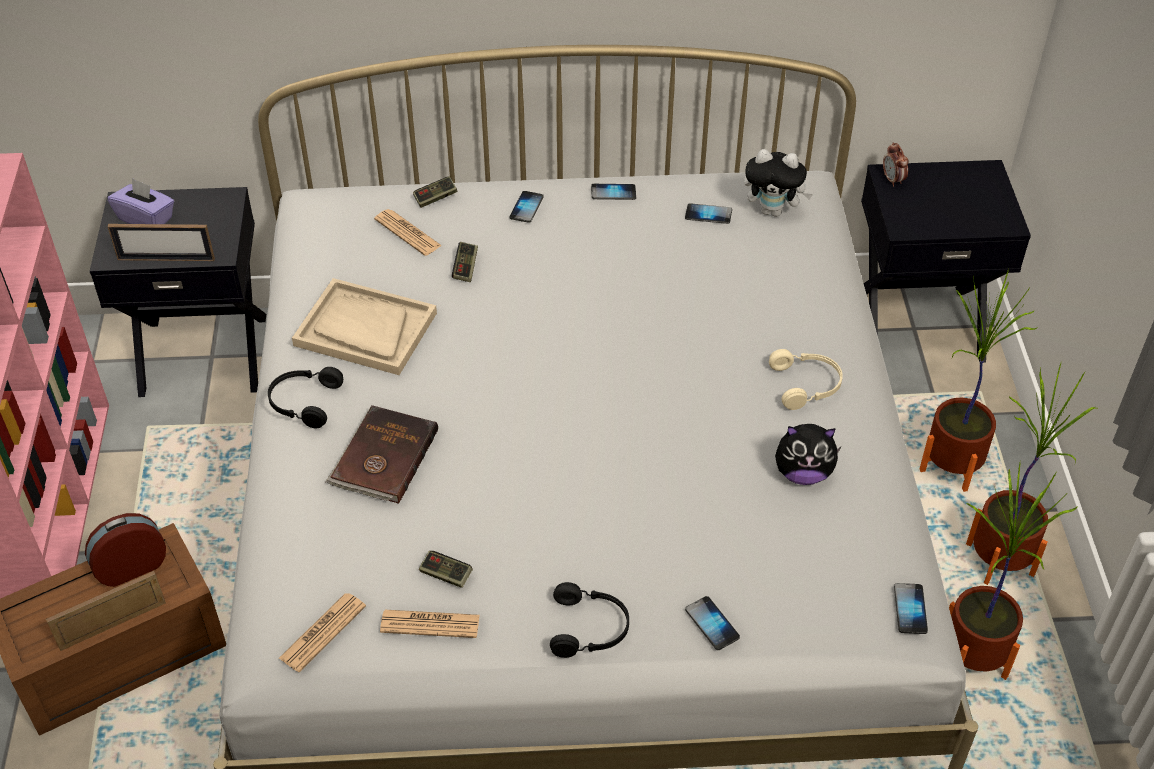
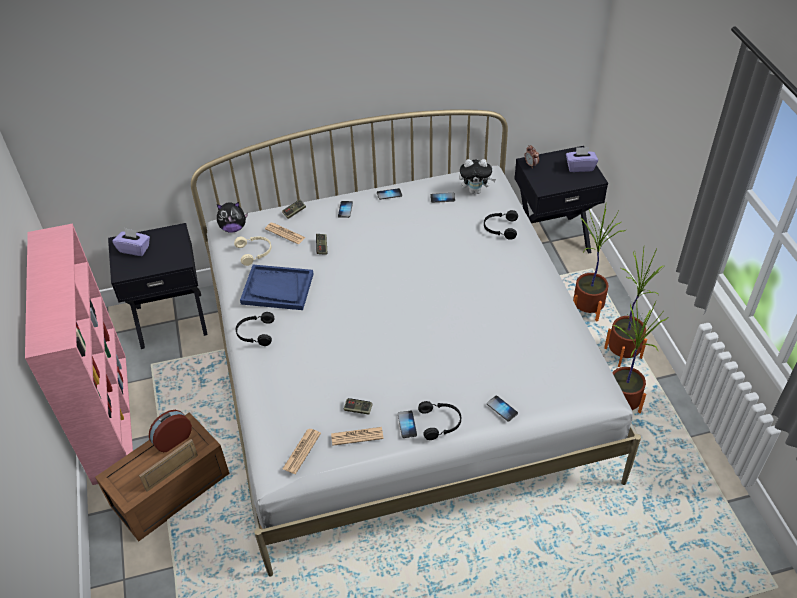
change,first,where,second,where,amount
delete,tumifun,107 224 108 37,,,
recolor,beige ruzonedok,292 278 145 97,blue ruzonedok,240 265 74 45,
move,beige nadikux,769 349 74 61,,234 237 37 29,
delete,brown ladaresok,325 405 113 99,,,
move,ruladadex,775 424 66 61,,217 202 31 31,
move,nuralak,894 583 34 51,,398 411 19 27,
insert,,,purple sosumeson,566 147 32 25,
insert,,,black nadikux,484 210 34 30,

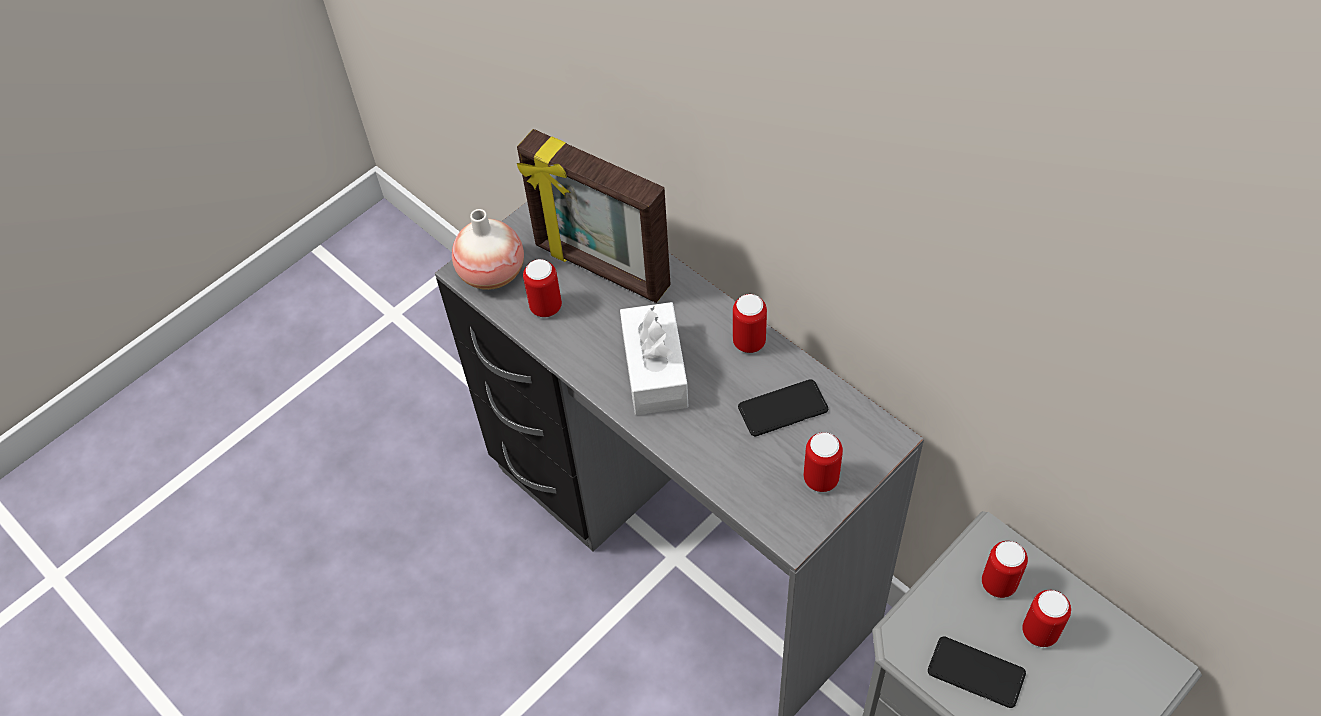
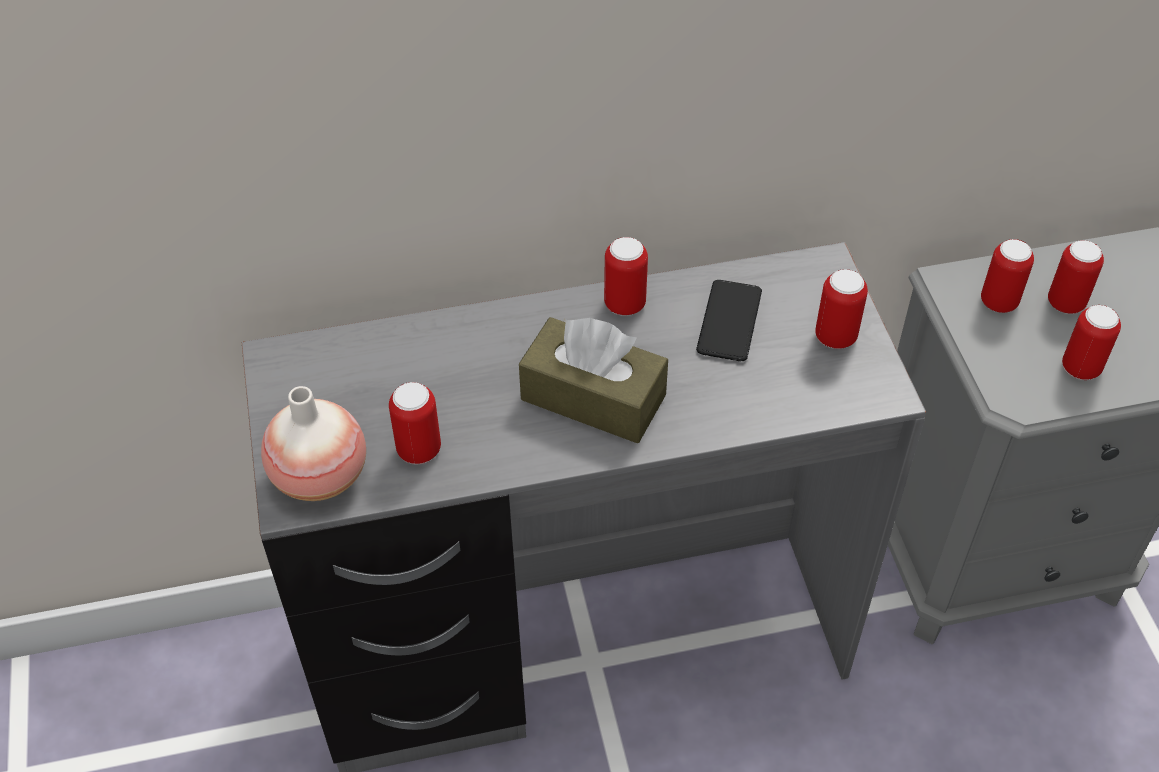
change,first,where,second,where,amount
delete,tumifun,517 129 153 174,,,
recolor,white sosumeson,620 302 69 113,brown sosumeson,519 317 149 126,
replace,nuralak,928 636 98 72,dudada,1062 305 59 75,

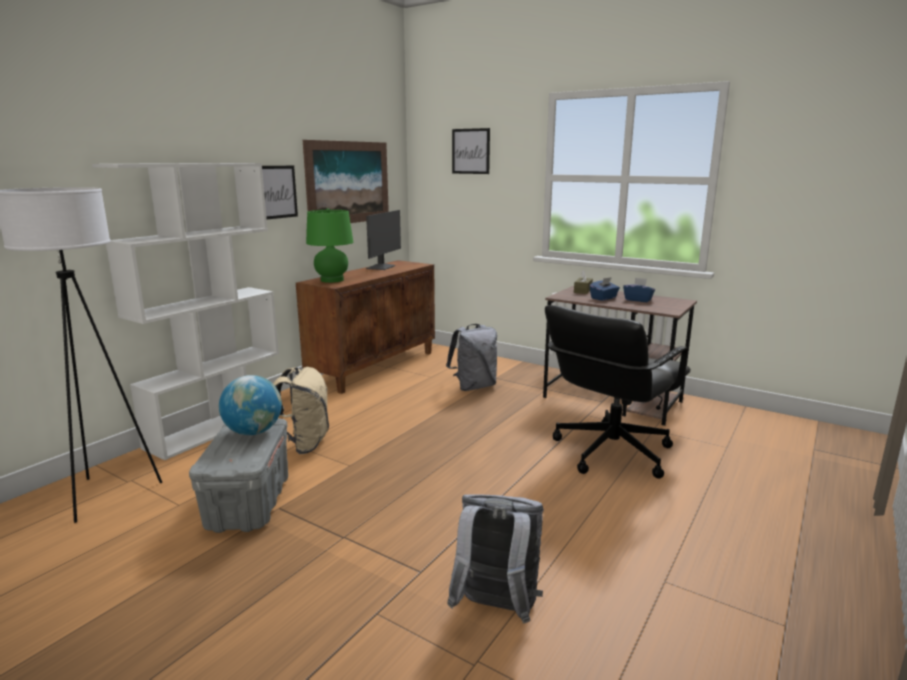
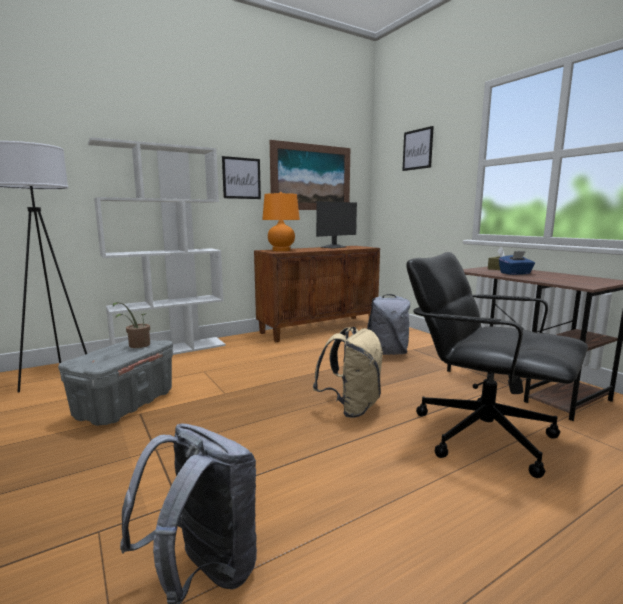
change,first,where,second,where,amount
recolor,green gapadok,306 208 47 75,orange gapadok,262 192 38 59,
delete,blue sosumeson,623 278 32 24,,,
rotate,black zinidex,545 305 146 174,,406 252 182 226,60 degrees clockwise
move,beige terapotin,273 367 56 87,,313 327 70 91,
replace,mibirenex,219 375 63 60,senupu,113 302 37 46,

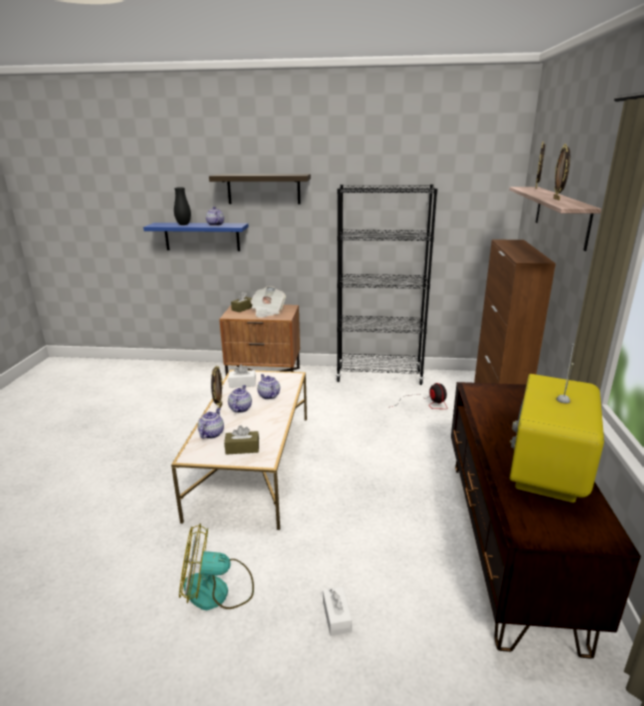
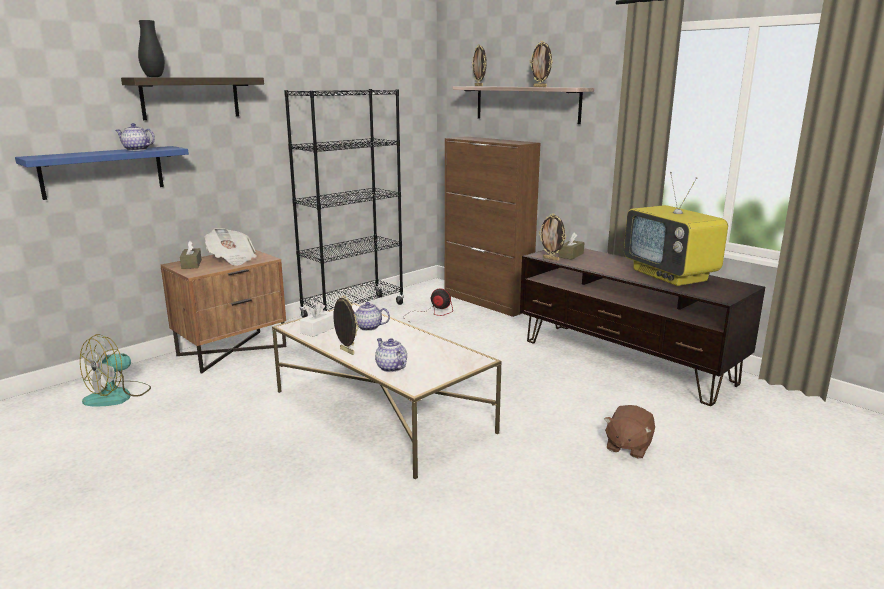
change,first,where,second,where,amount
move,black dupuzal,174 187 17 38,,138 20 27 57,
delete,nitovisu,228 385 24 28,,,
move,brown sosumeson,224 425 35 30,,559 233 25 27,
move,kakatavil,179 523 75 87,,80 334 71 72,
replace,white sosumeson,323 587 29 49,brown ruladadex,604 405 51 54,
insert,,,tumifun,539 213 27 48,

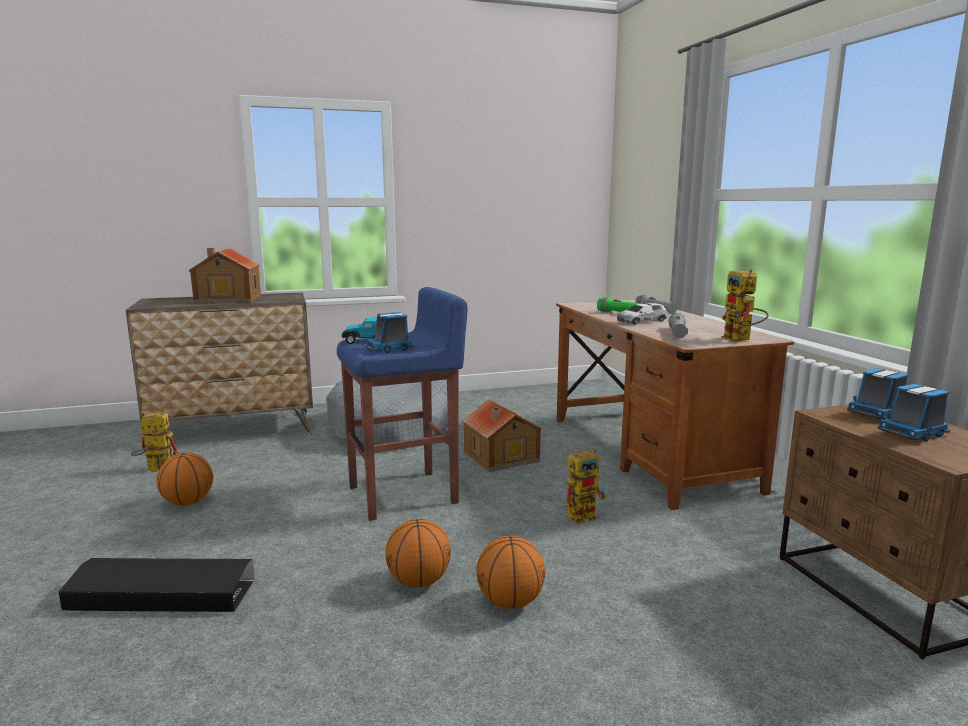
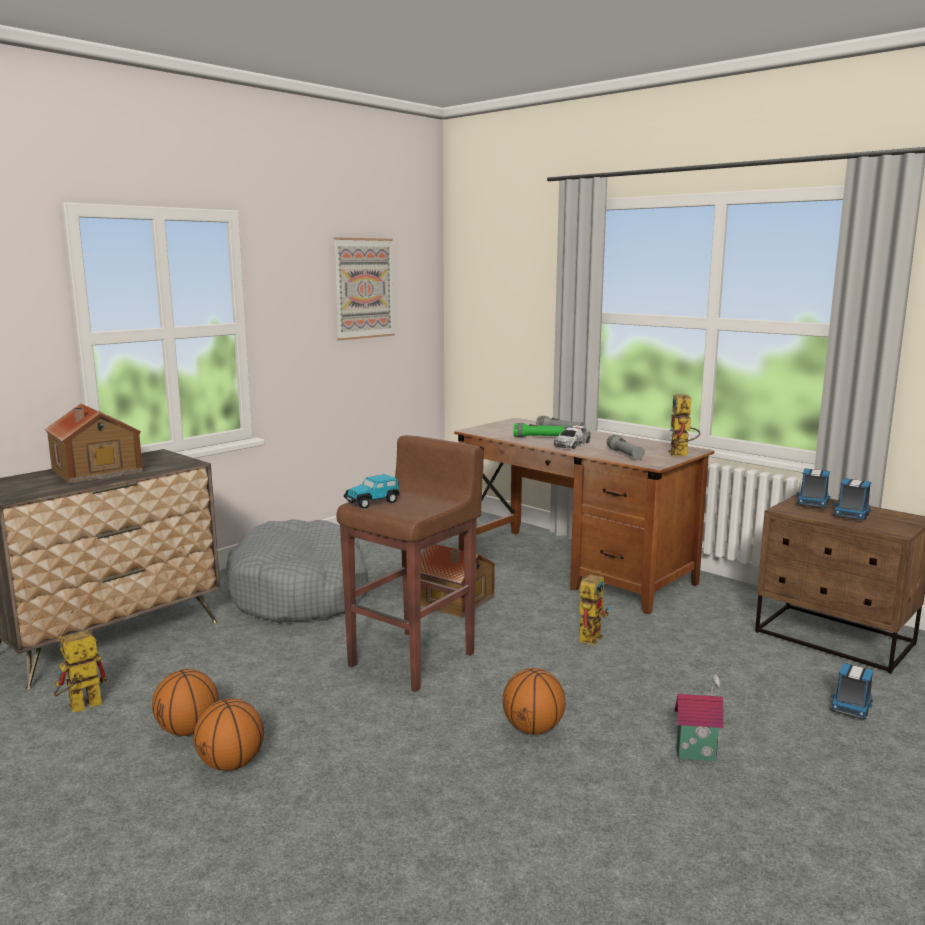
change,first,where,second,where,amount
rotate,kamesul,721 269 48 73,,668 394 32 62,45 degrees clockwise
recolor,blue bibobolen,337 287 130 234,brown bibobolen,336 435 148 257,
move,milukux,365 312 49 41,,830 663 44 56,
move,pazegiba,476 536 69 73,,194 698 70 73,
delete,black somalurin,59 558 196 54,,,
insert,,,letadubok,334 237 61 103,
insert,,,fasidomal,674 673 50 88,

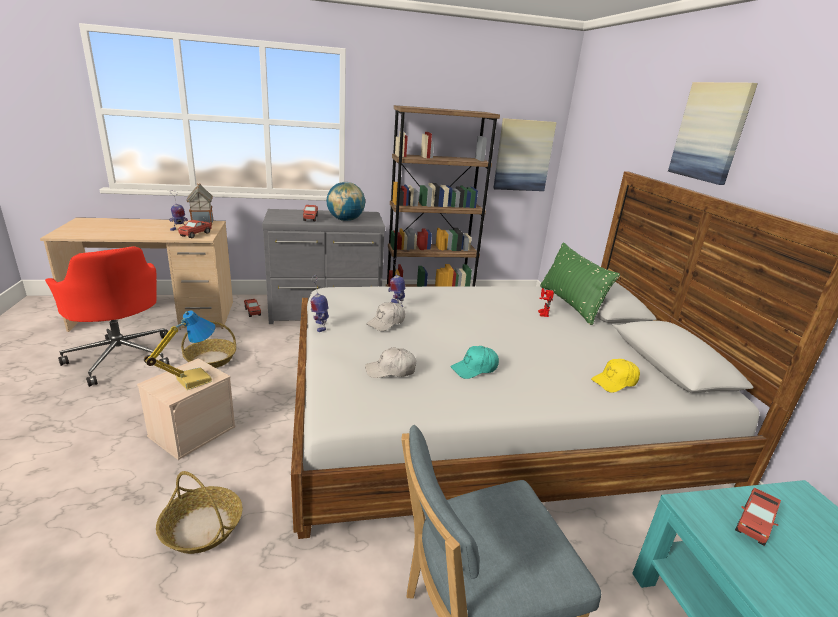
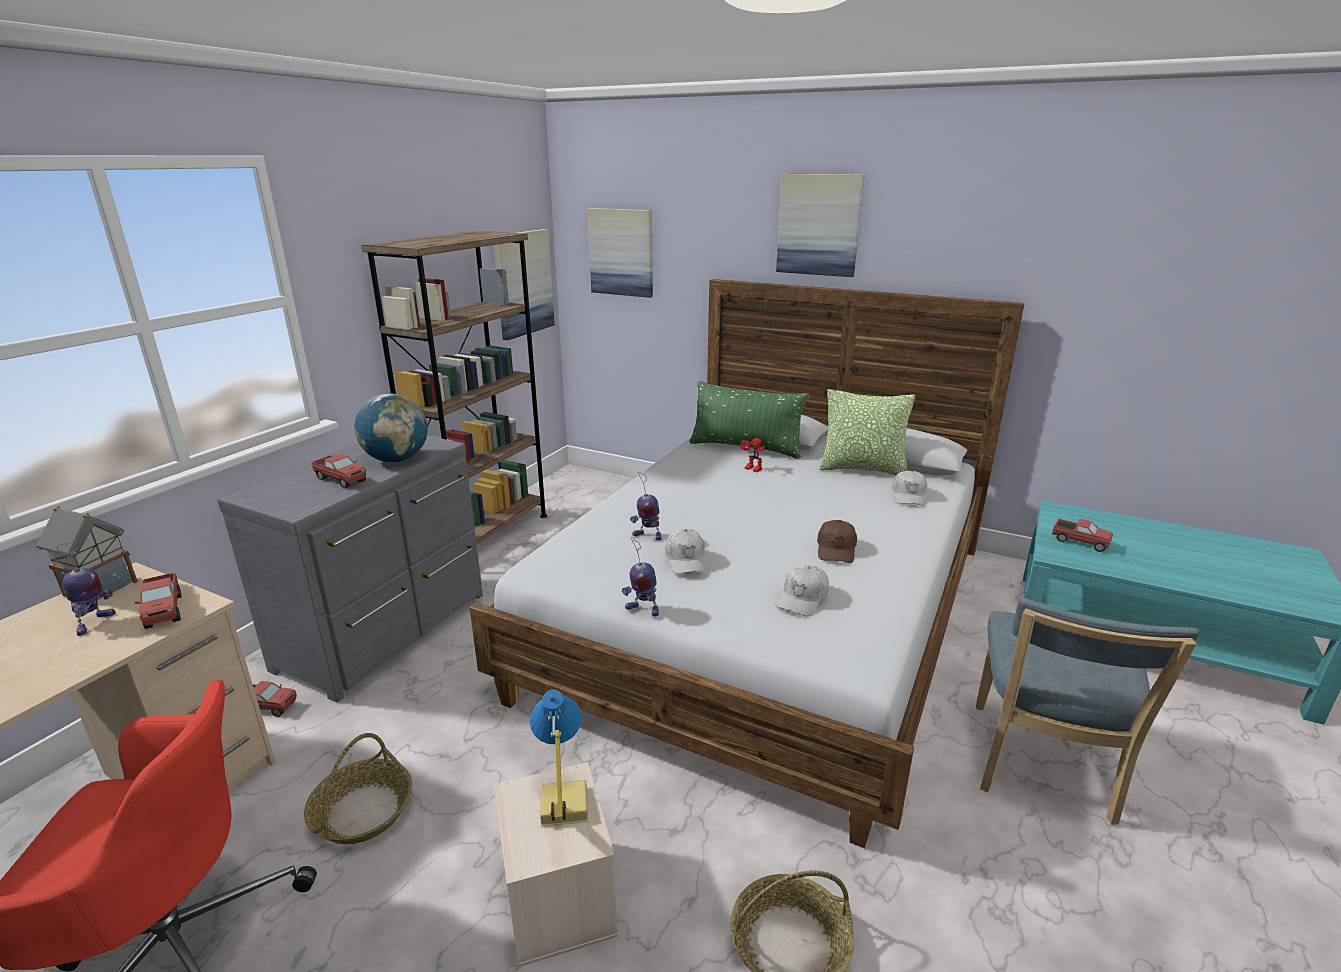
change,first,where,second,where,amount
recolor,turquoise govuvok,451 346 48 33,brown govuvok,817 520 40 43,
recolor,yellow govuvok,591 359 49 34,white govuvok,892 470 35 36,
rotate,milukux,735 487 46 59,,1052 518 61 34,45 degrees counterclockwise
insert,,,letadubok,588 208 65 90,
insert,,,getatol,819 389 96 86,

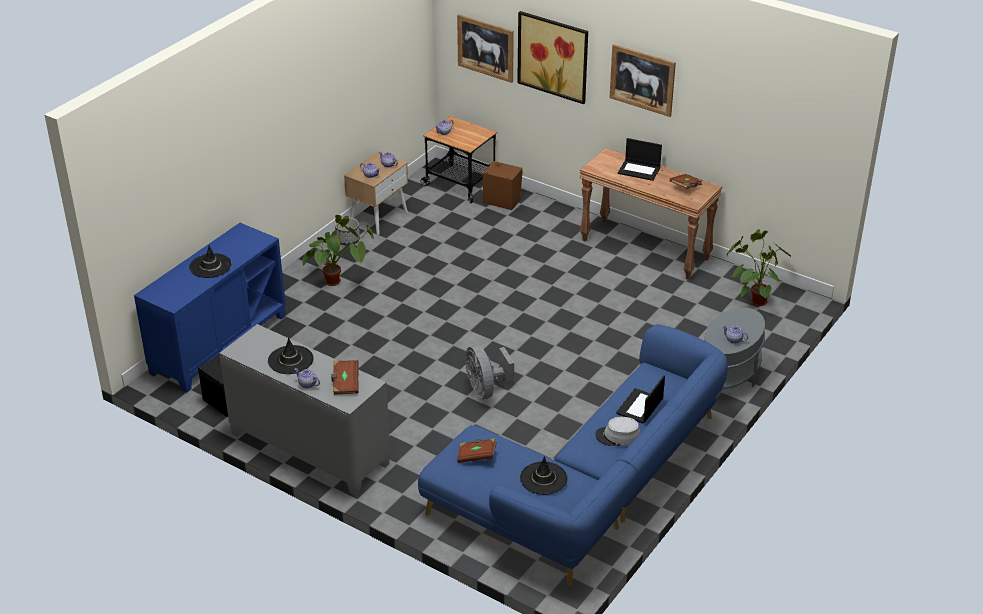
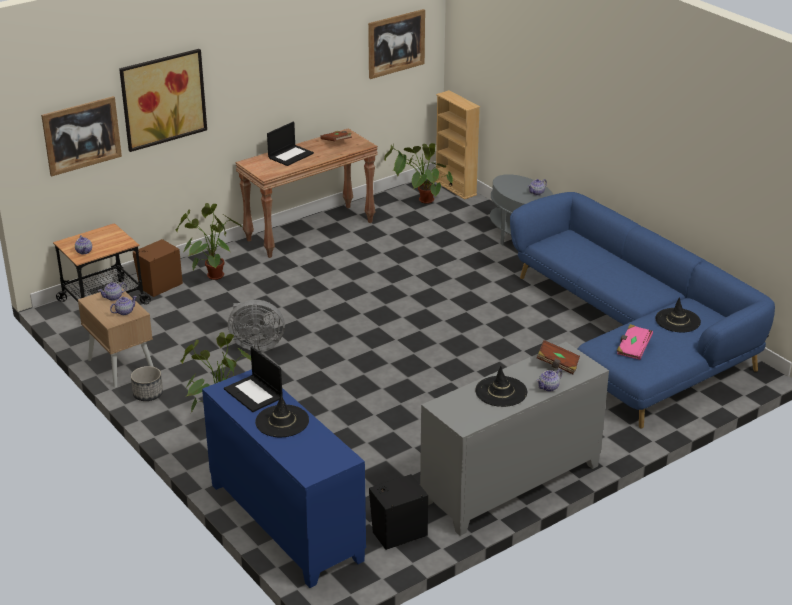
change,first,where,second,where,amount
move,letadubok,610 44 66 73,,368 9 57 70,
move,grey kakatavil,465 345 49 54,,228 300 57 51,
move,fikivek,616 375 49 48,,224 347 59 65,
delete,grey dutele,595 417 45 29,,,
recolor,brown ladaresok,457 438 40 25,pink ladaresok,617 324 36 36,
insert,,,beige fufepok,436 90 44 110,
insert,,,senupu,176 203 66 77,

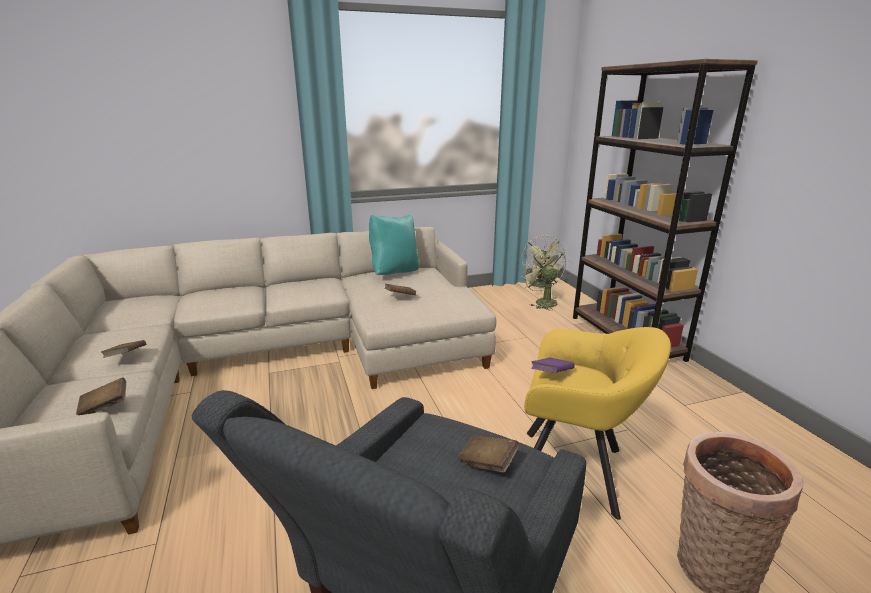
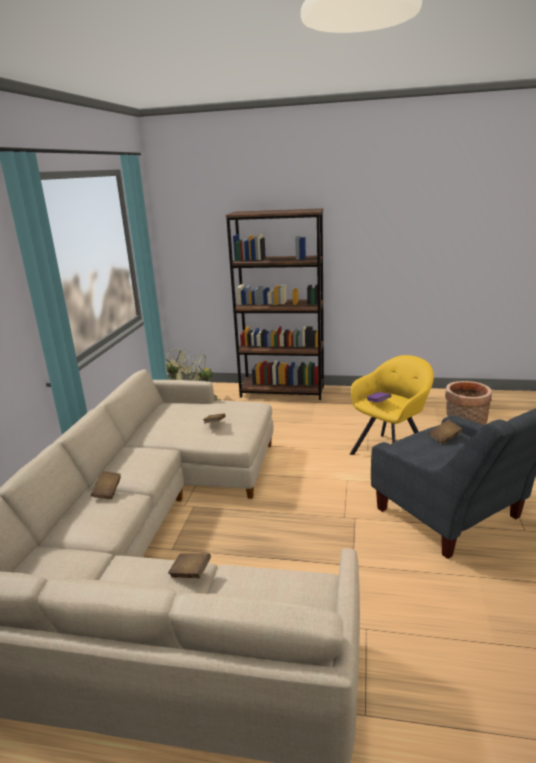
change,first,where,second,where,amount
delete,turquoise getatol,369 214 50 61,,,
move,brown ladaresok,76 377 50 38,,91 471 30 28,

